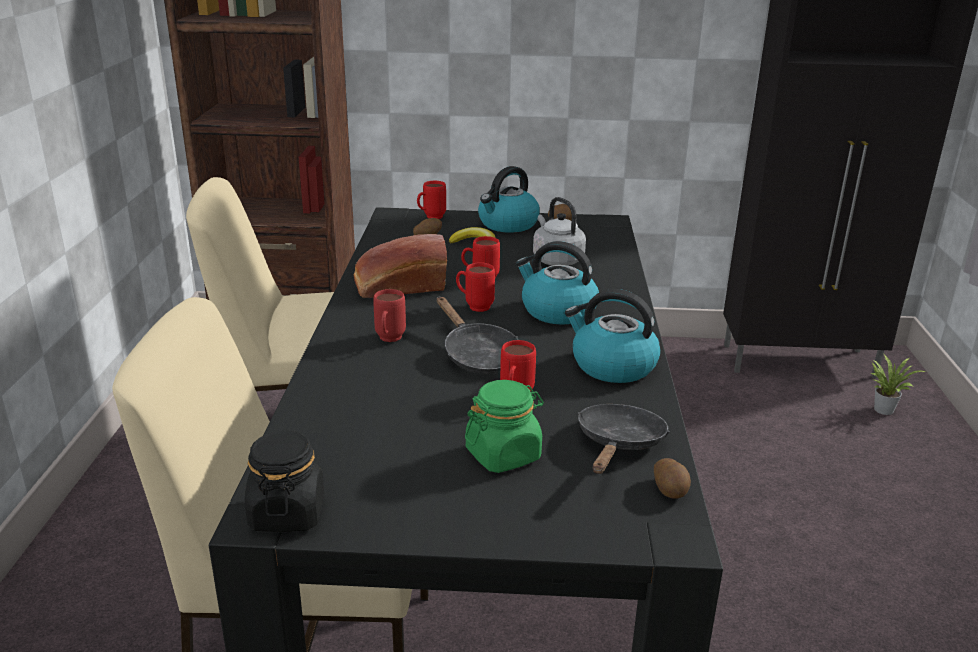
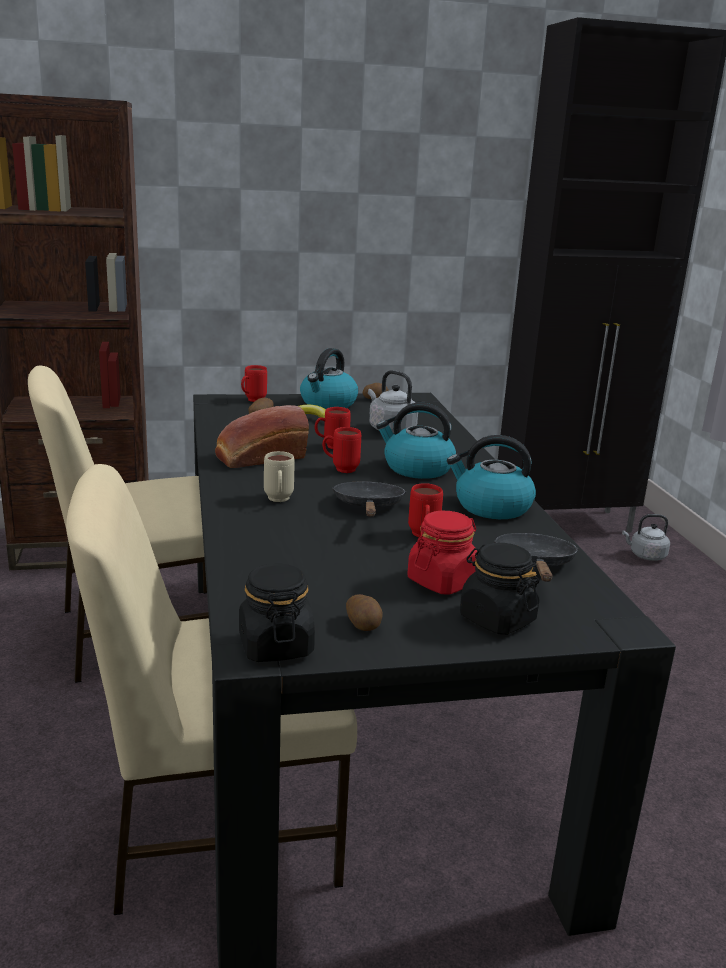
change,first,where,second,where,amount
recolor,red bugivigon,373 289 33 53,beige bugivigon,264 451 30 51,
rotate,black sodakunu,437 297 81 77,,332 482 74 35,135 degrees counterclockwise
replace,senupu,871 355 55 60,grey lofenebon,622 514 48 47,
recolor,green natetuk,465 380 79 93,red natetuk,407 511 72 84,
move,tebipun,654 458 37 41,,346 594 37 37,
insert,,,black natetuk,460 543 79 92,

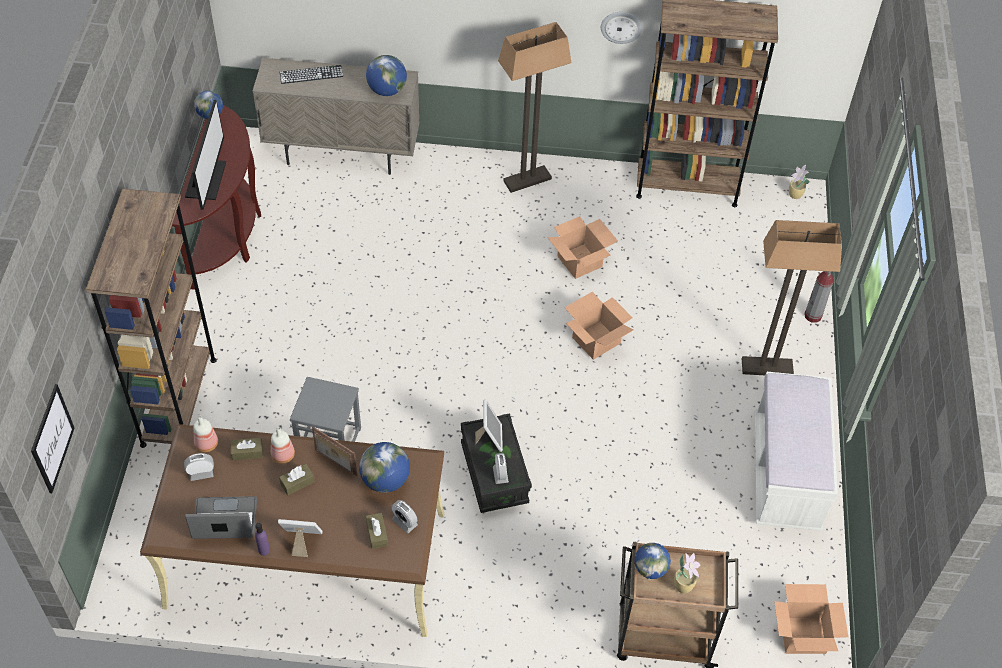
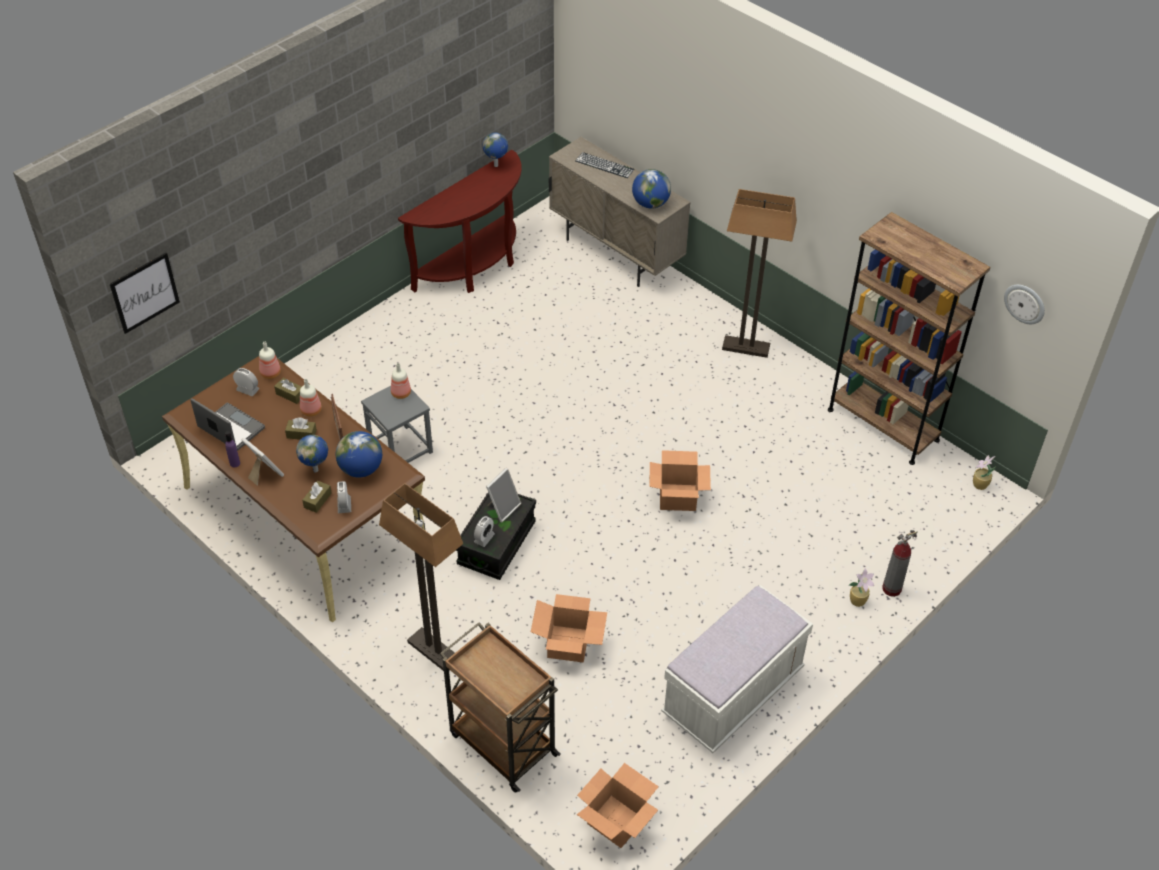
change,first,where,second,where,amount
move,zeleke,601 12 41 32,,1004 285 41 39,
delete,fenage,185 100 41 110,,,
delete,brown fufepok,86 189 131 259,,,
move,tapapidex,547 216 71 63,,531 594 76 69,
move,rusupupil,742 220 100 155,,379 483 84 188,
move,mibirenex,634 543 37 37,,296 435 32 37,
move,senupu,674 553 26 40,,849 568 25 39,
insert,,,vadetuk,391 363 20 36,

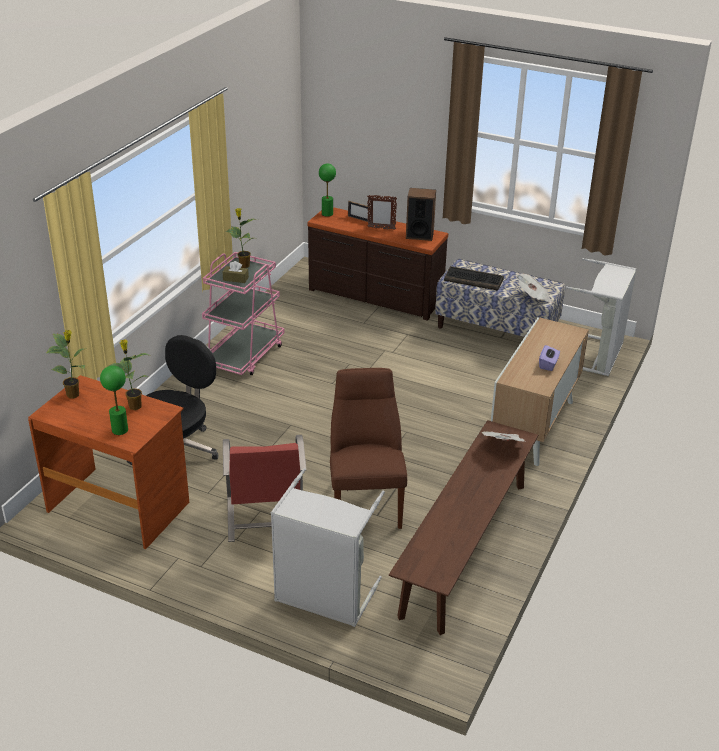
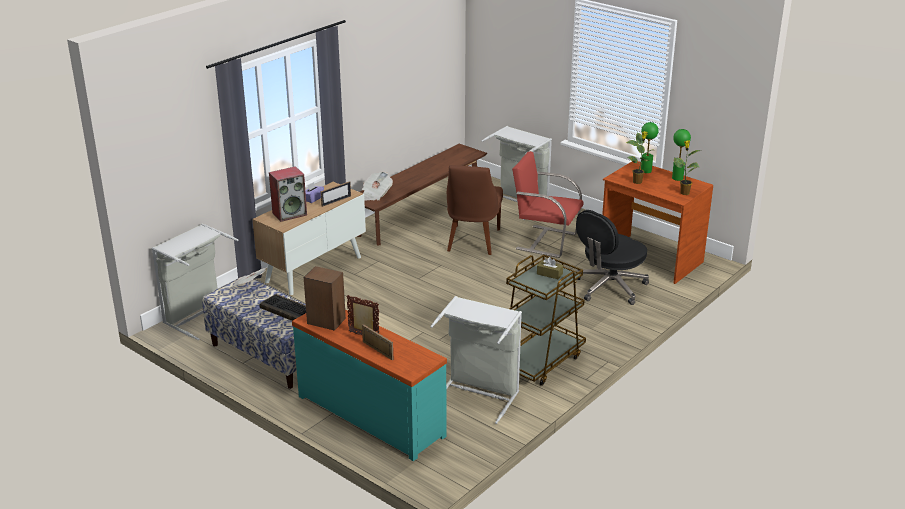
change,first,where,second,where,amount
move,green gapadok,319 164 17 53,,672 129 19 52,
recolor,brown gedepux,307 207 141 114,turquoise gedepux,292 309 155 152,
delete,senupu,226 208 32 60,,,
recolor,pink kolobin,202 252 83 123,brown kolobin,506 255 80 131,
rotate,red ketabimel,223 435 83 107,,512 151 71 107,75 degrees counterclockwise
insert,,,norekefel,269 166 38 56,
insert,,,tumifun,321 181 30 26,
insert,,,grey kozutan,430 296 92 128,

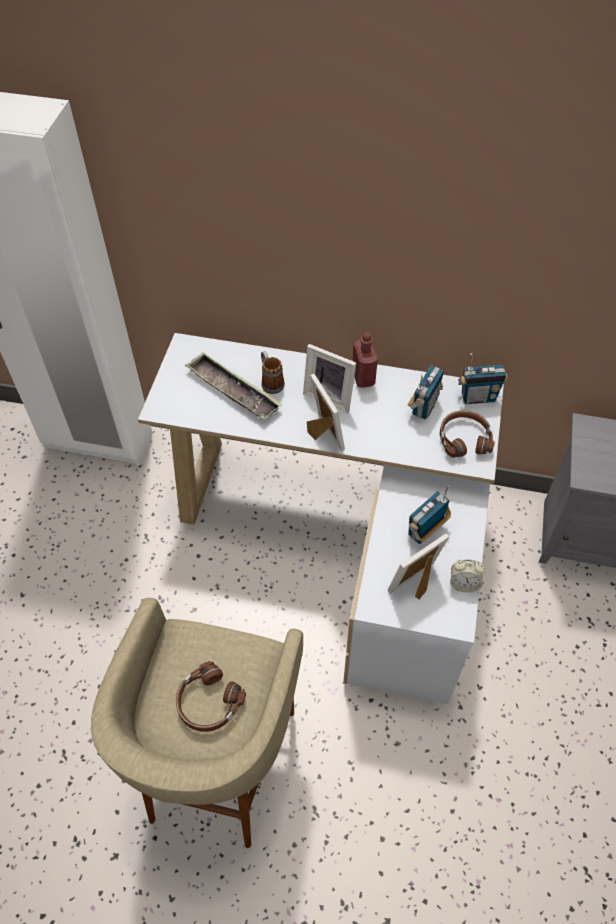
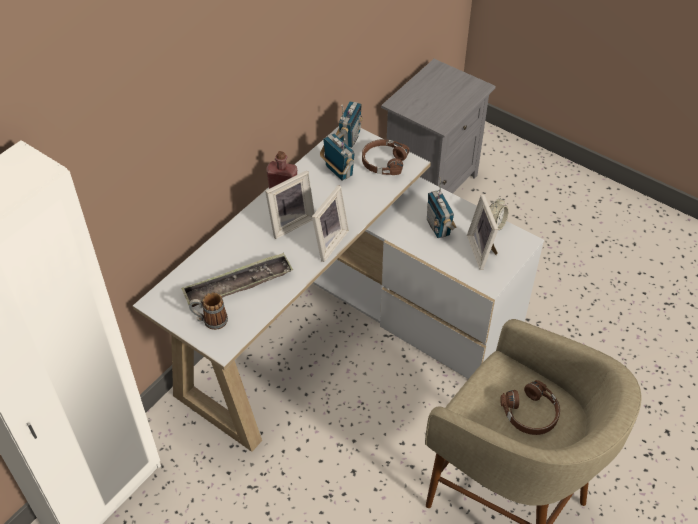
change,first,where,second,where,amount
move,bugivigon,261 351 24 43,,189 292 39 38,
rotate,tumifun,307 374 38 77,,312 185 37 77,120 degrees clockwise

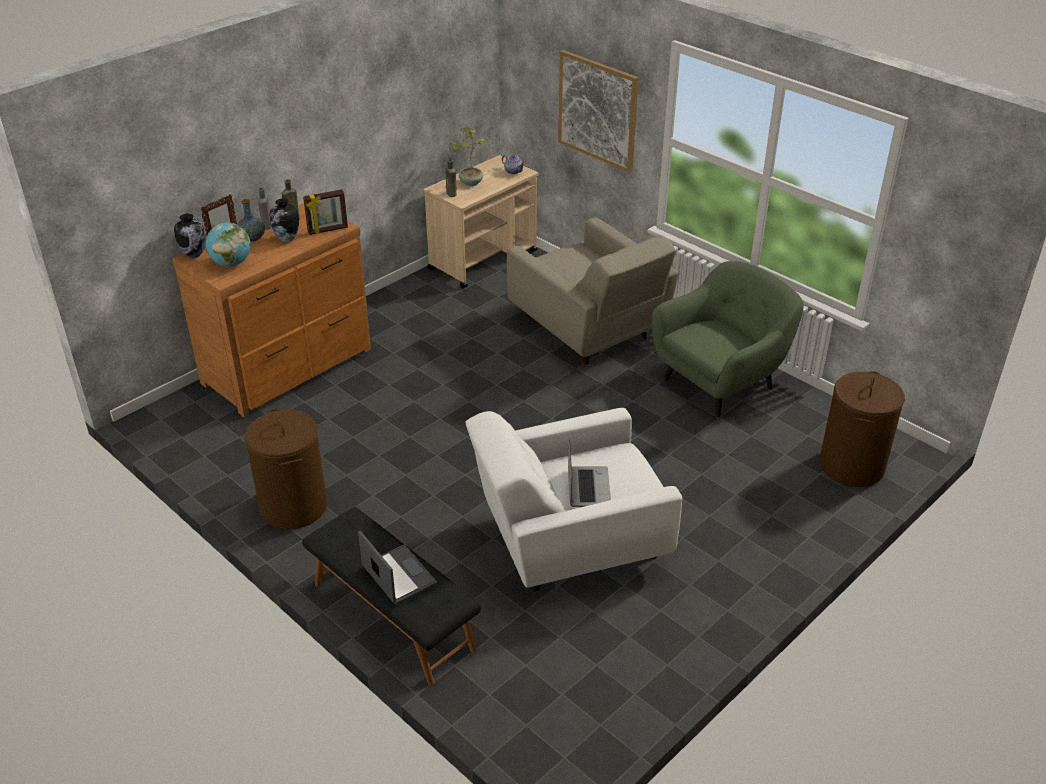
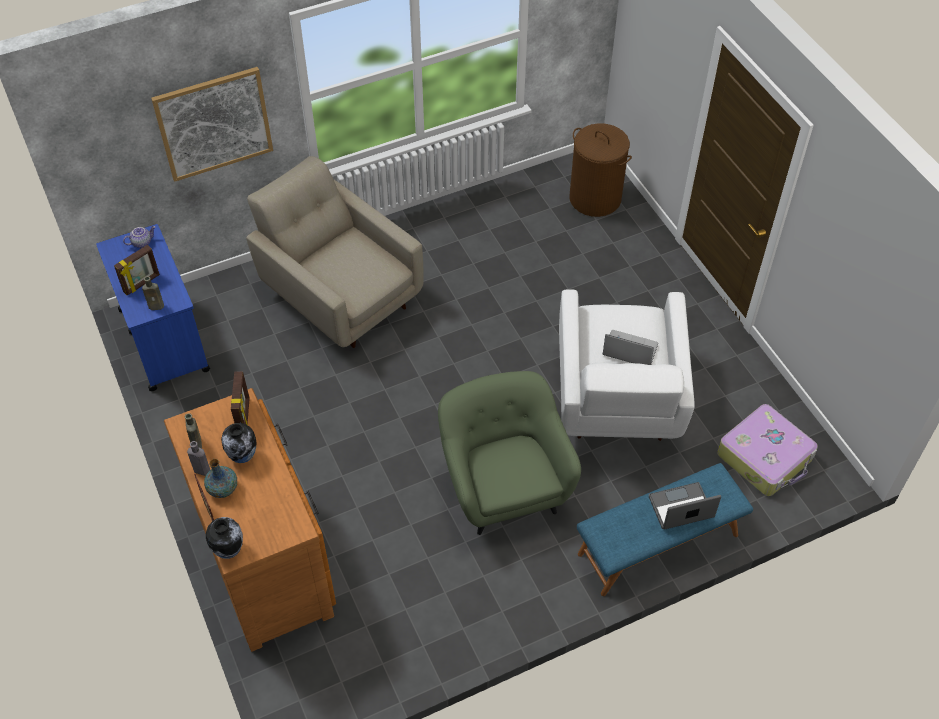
change,first,where,second,where,amount
replace,senupu,450 125 35 61,tumifun,114 245 46 50,
recolor,beige kolobin,423 155 115 133,blue kolobin,96 224 114 167,
rotate,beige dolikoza,507 217 171 148,,246 156 178 192,120 degrees counterclockwise
delete,mibirenex,205 222 46 44,,,
move,green dolikoza,652 261 152 156,,438 371 143 164,
delete,brown kozutan,245 409 82 120,,,
recolor,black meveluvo,302 507 179 179,blue meveluvo,577 463 176 133,
insert,,,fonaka,717 404 101 92,

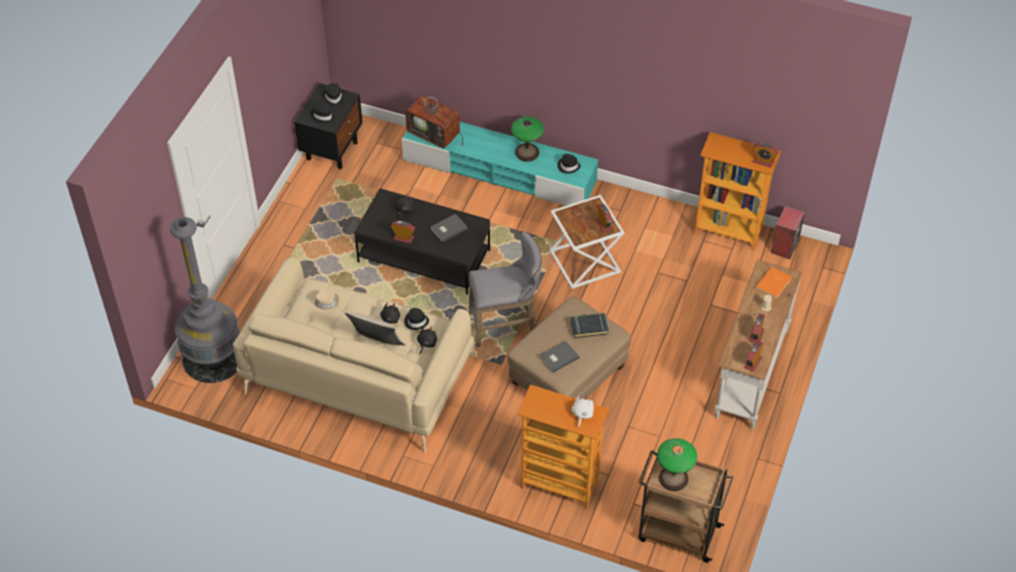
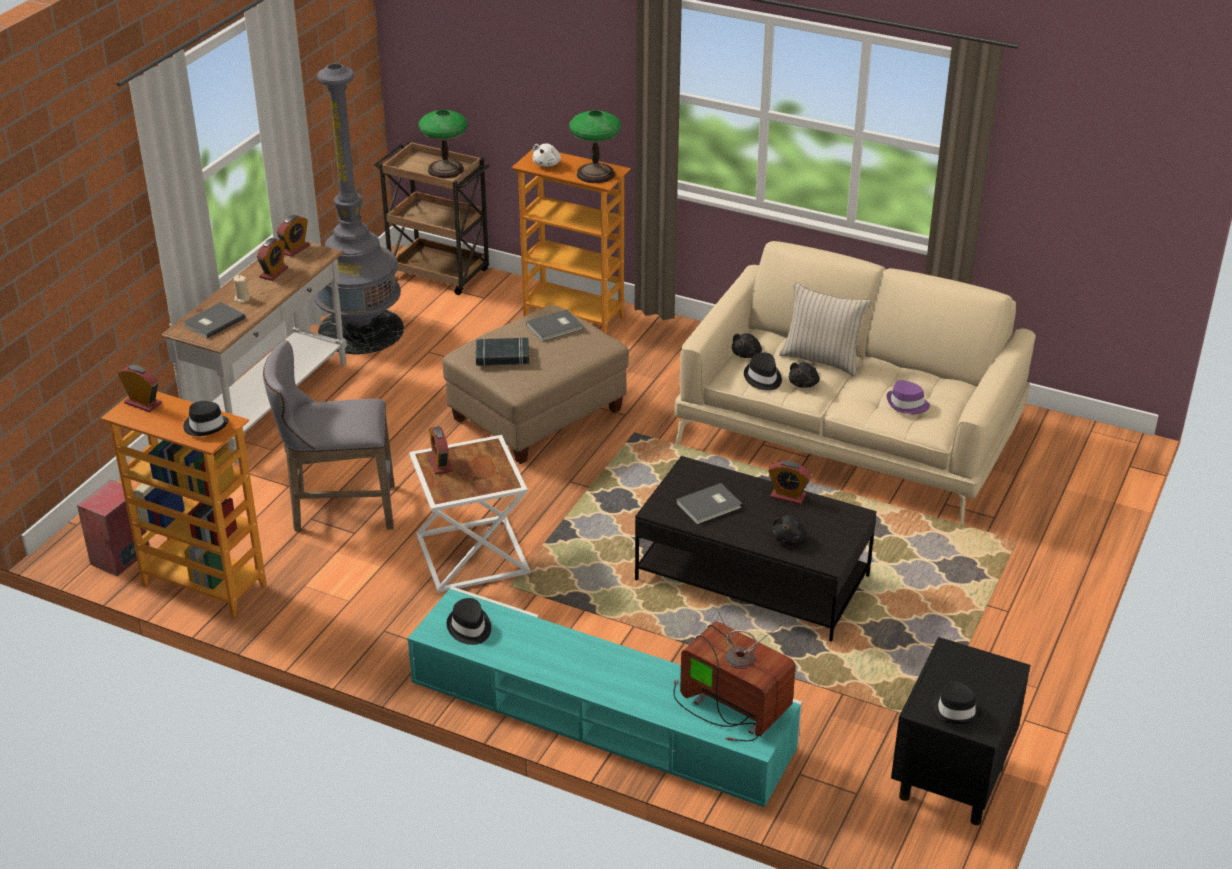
change,first,where,second,where,amount
move,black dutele,311 101 24 24,,183 401 46 35,
move,gapadok,511 116 33 46,,569 110 52 73,
move,grey rusupupil,170 217 70 166,,314 63 90 291,
move,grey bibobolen,469 232 73 115,,263 340 132 191,
recolor,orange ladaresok,755 267 37 32,grey ladaresok,183 302 62 37,
recolor,beige dutele,312 289 27 24,purple dutele,887 380 43 34,

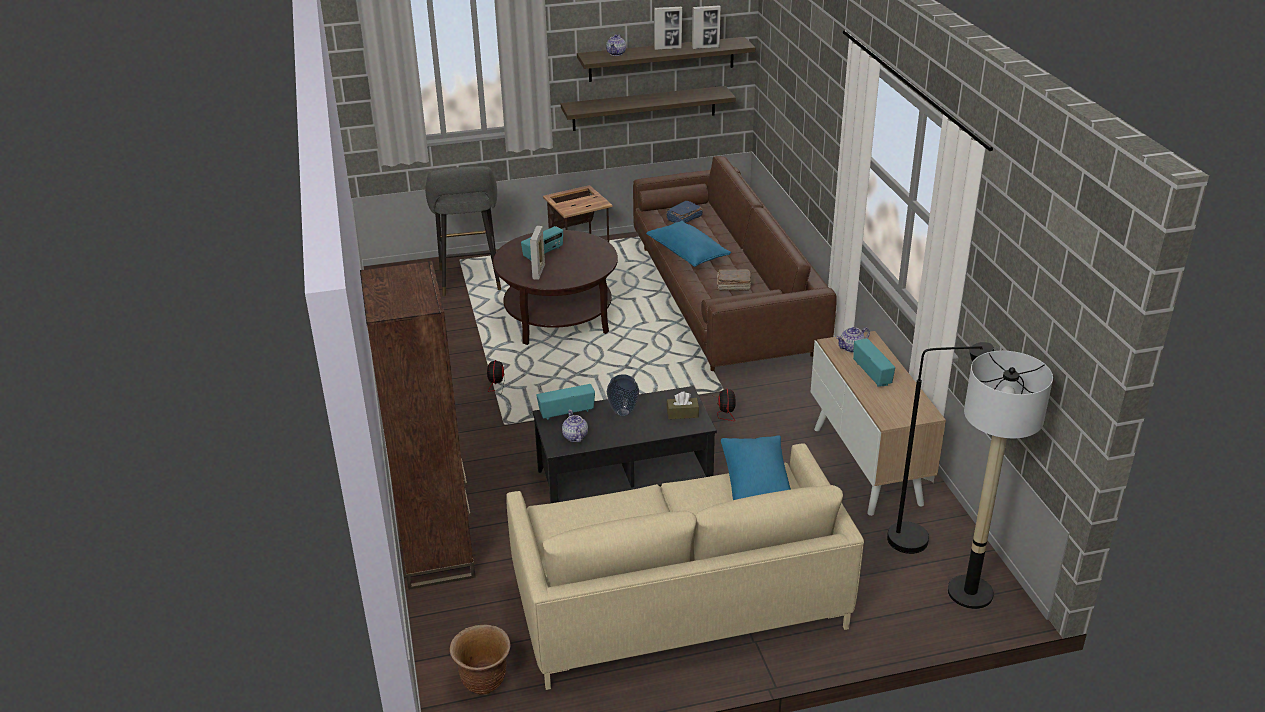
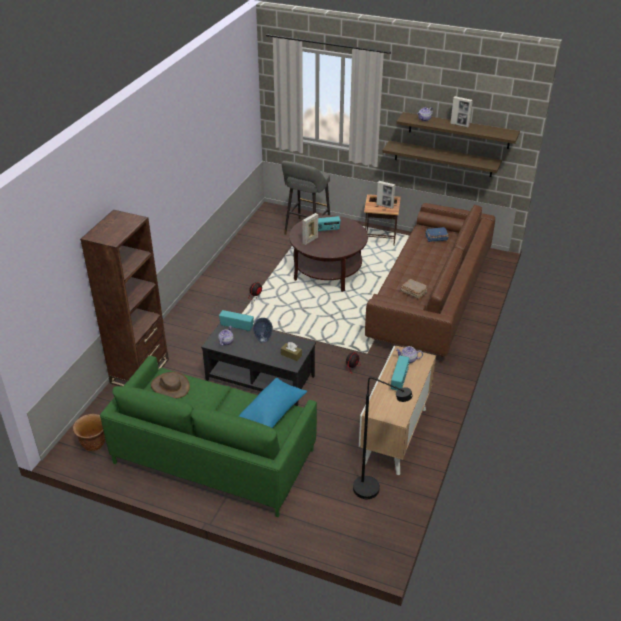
change,first,where,second,where,amount
move,tumifun,692 5 29 44,,376 181 19 28,
delete,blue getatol,646 221 85 46,,,
delete,rusupupil,948 351 105 258,,,
recolor,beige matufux,506 443 358 247,green matufux,100 356 217 161,
insert,,,brown dutele,151 372 39 26,

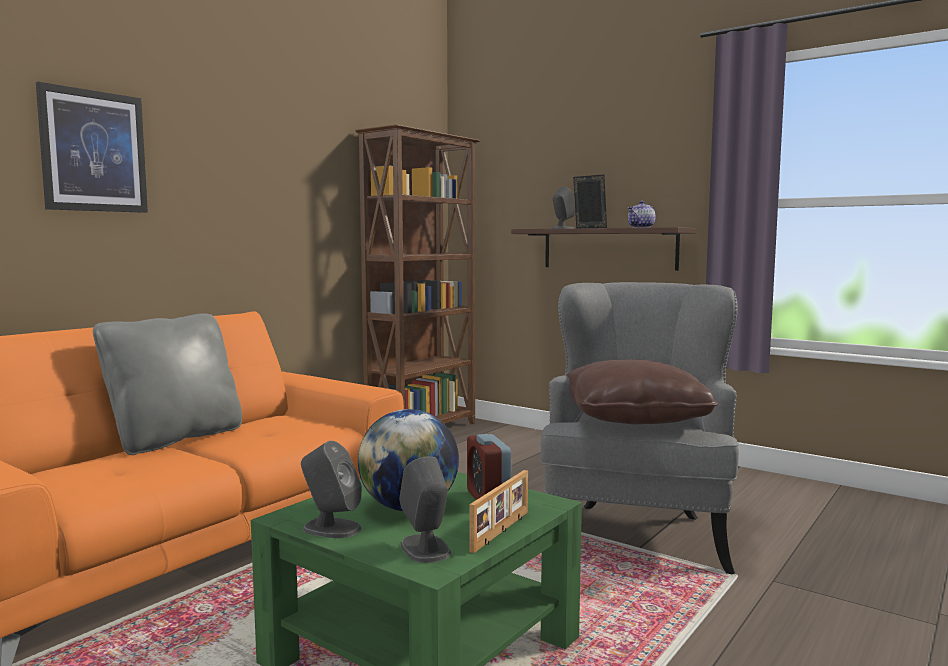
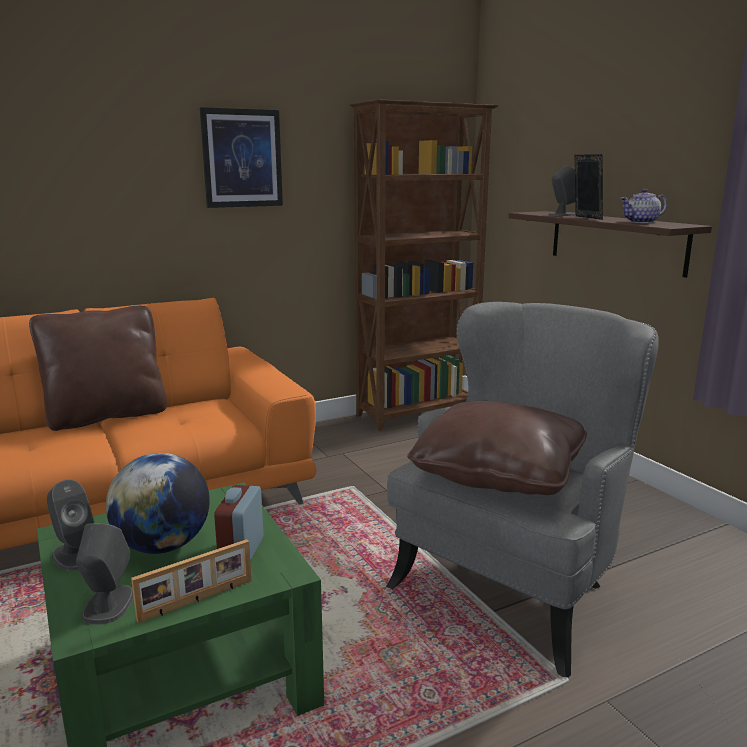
change,first,where,second,where,amount
move,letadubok,36 82 112 131,,200 107 83 101,
recolor,grey getatol,93 313 149 142,brown getatol,29 306 138 125,

